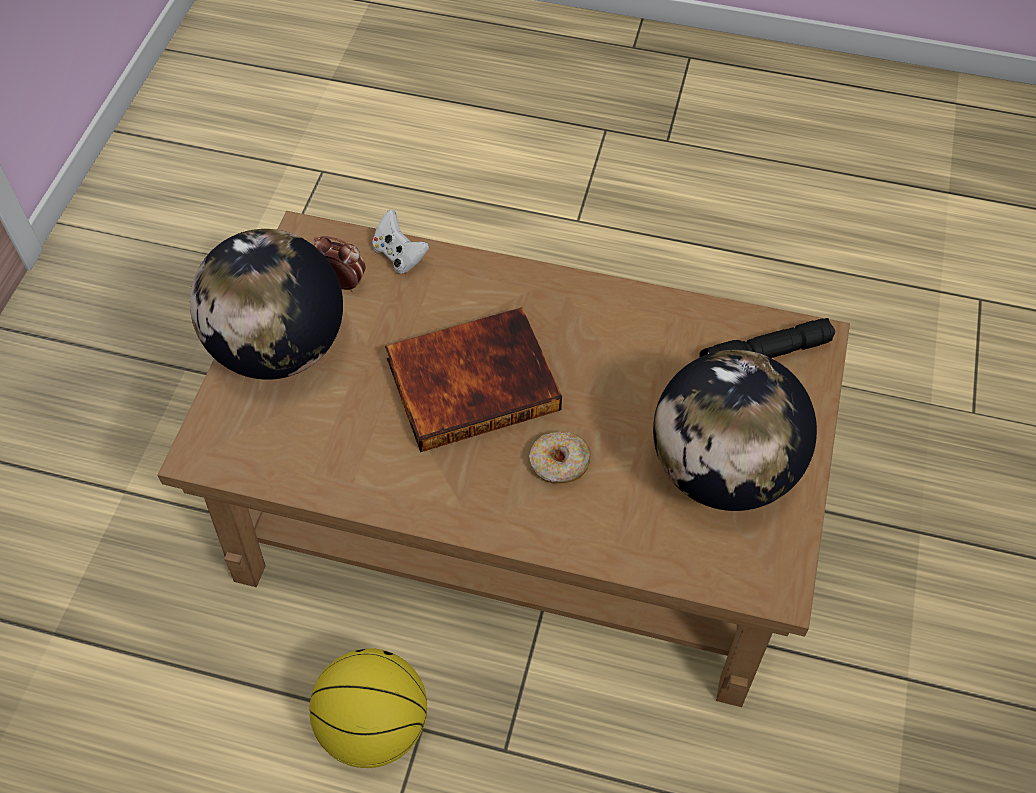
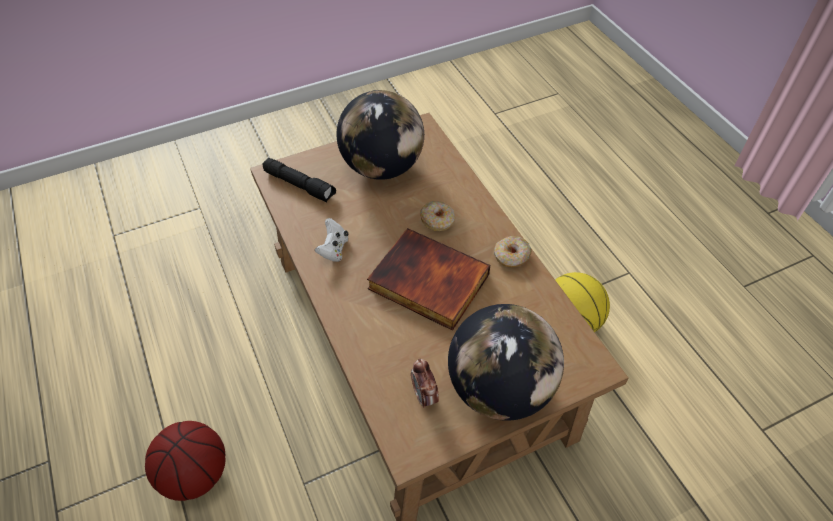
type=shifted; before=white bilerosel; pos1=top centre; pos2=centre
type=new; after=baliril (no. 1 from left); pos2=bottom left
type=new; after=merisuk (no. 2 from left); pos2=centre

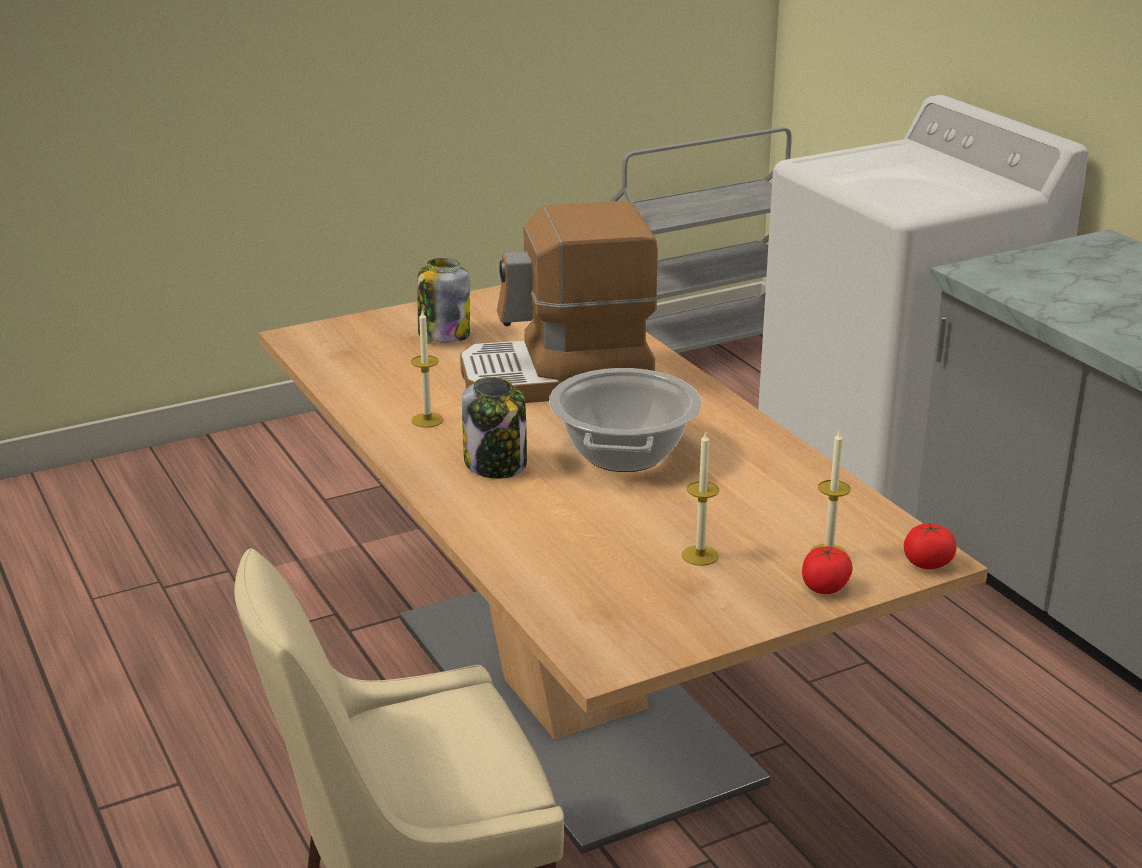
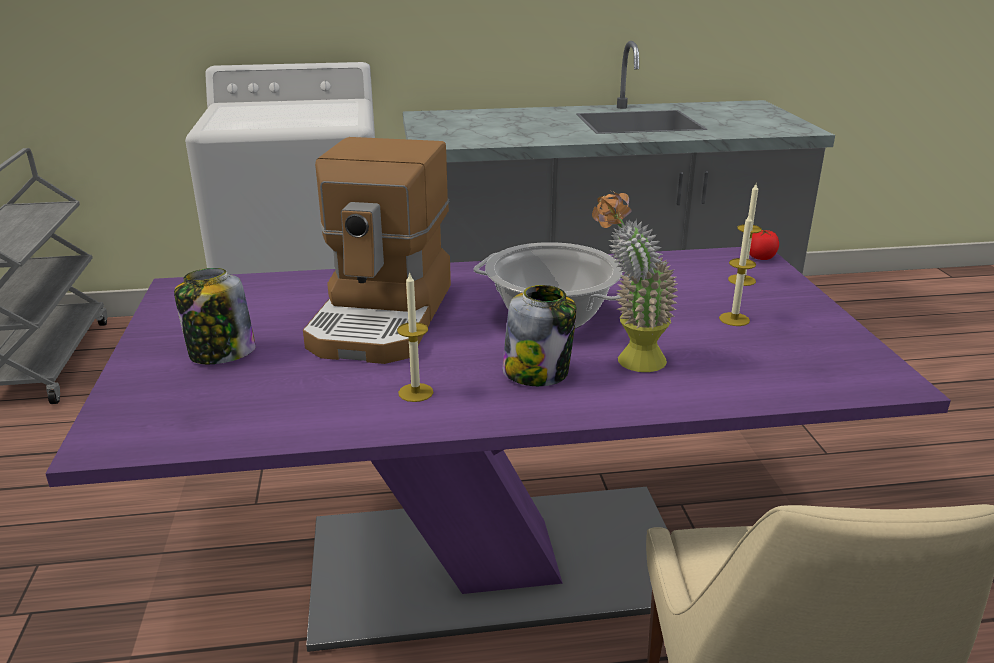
type=repainted; before=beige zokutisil; after=purple zokutisil; pos1=centre; pos2=bottom centre
type=gone; before=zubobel (no. 1 from left); pos1=middle right
type=new; after=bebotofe; pos2=centre

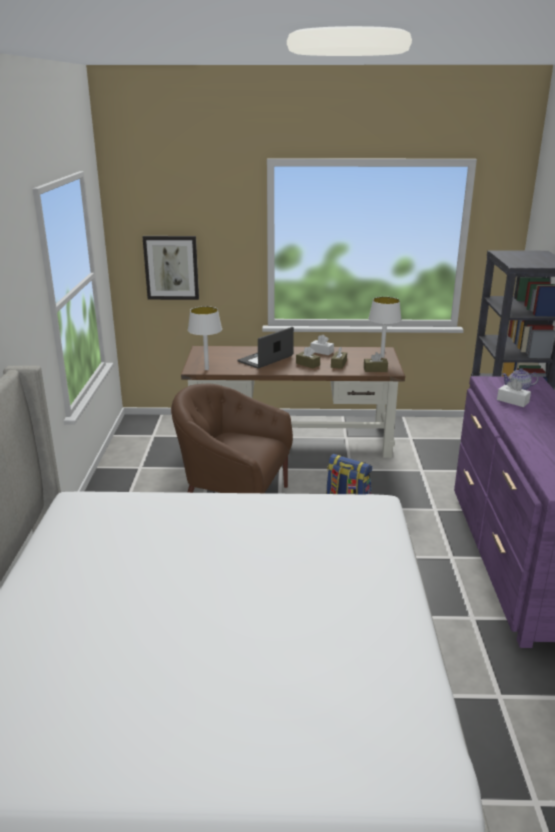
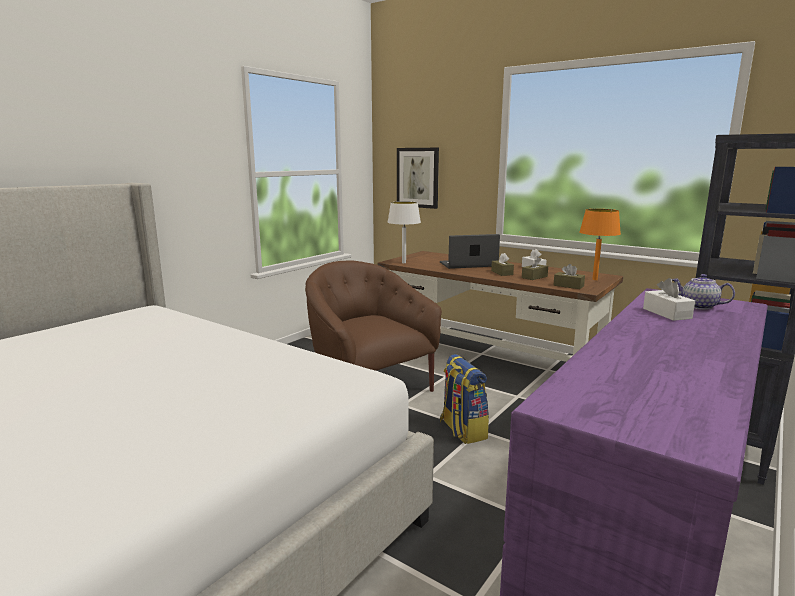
type=repainted; before=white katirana (no. 2 from left); after=orange katirana; pos1=middle right; pos2=middle right

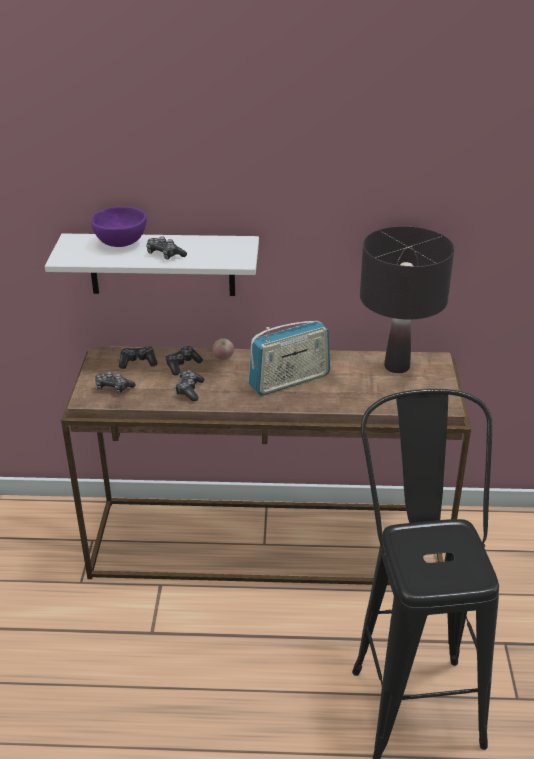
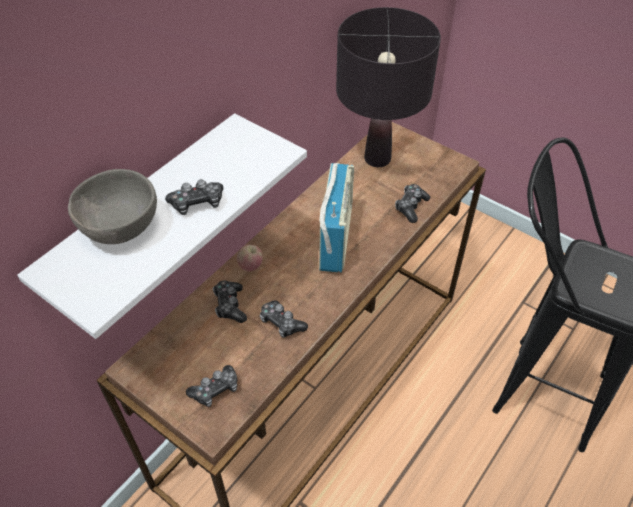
type=repainted; before=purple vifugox; after=grey vifugox; pos1=top left; pos2=middle left
type=shifted; before=bilerosel (no. 2 from left in the first image); after=bilerosel (no. 5 from left); pos1=middle left; pos2=centre

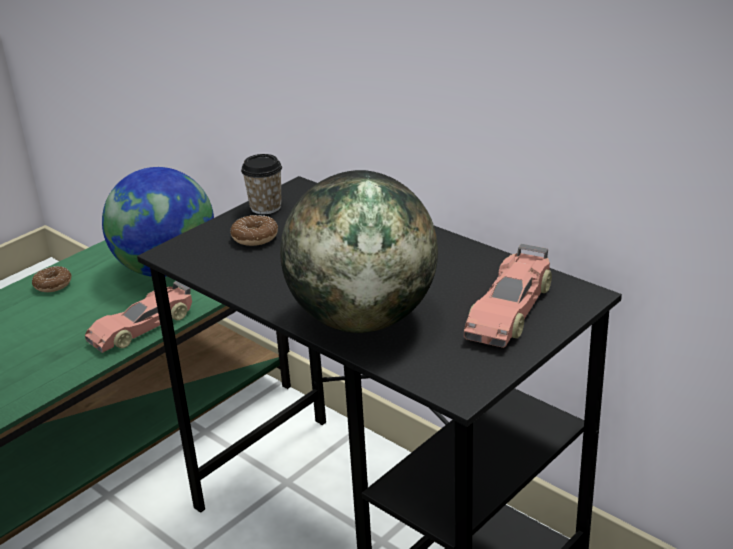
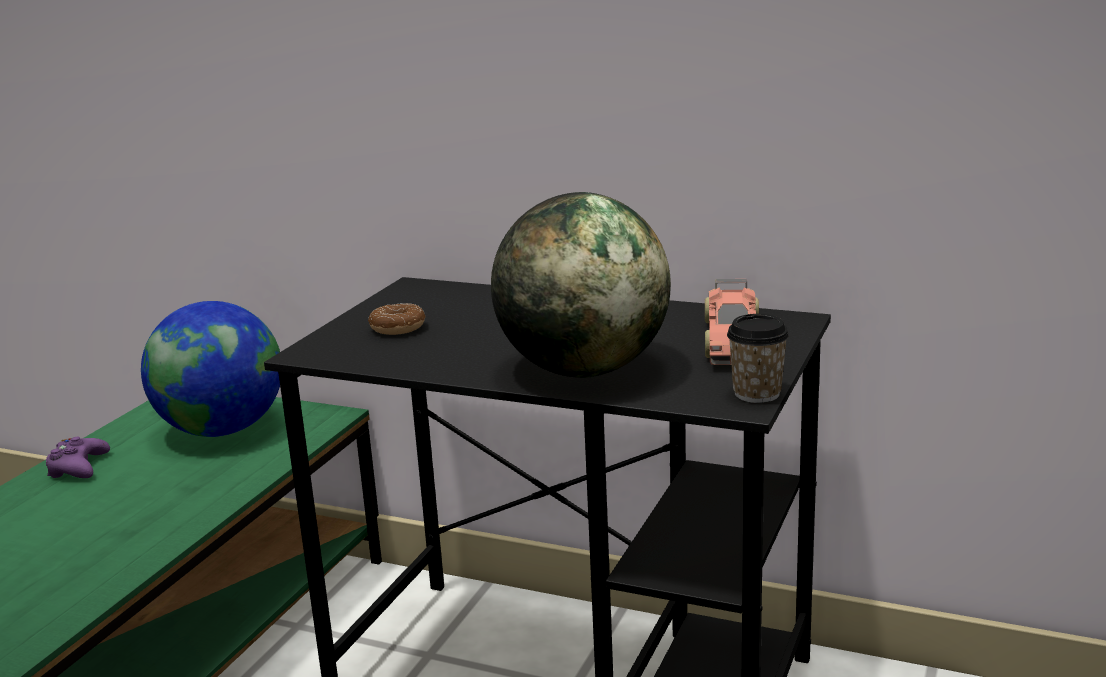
type=swapped; before=merisuk (no. 1 from left); after=purple bilerosel; pos1=middle left; pos2=bottom left
type=gone; before=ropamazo (no. 1 from left); pos1=middle left
type=shifted; before=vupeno; pos1=centre; pos2=middle right

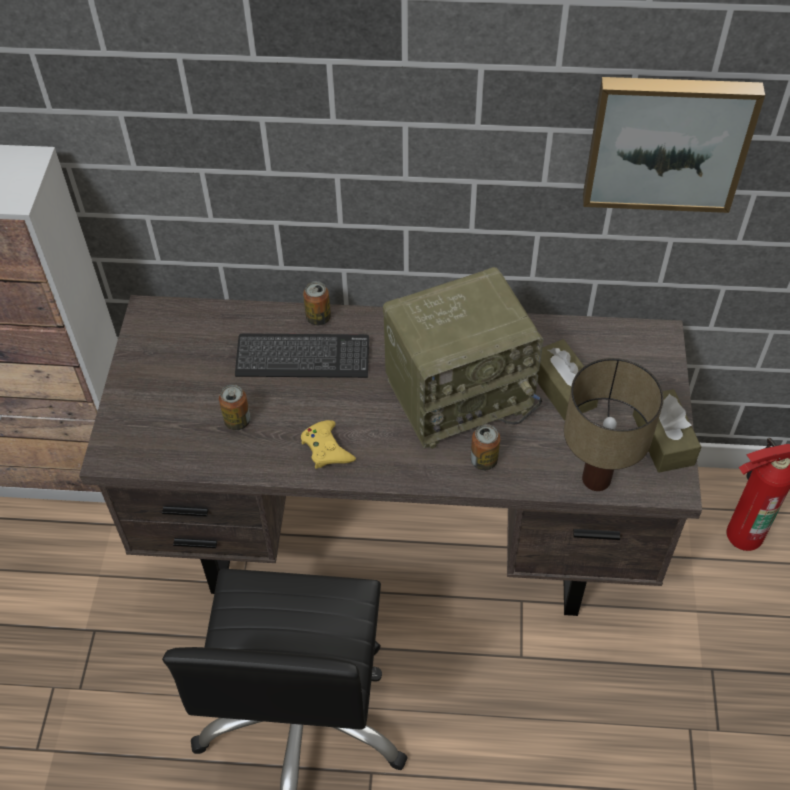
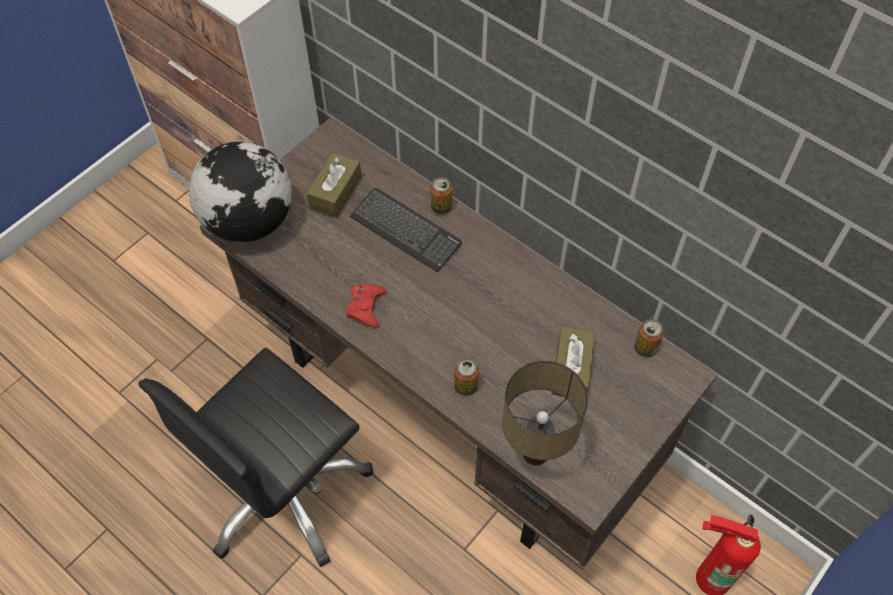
type=shifted; before=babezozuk (no. 1 from left in the first image); after=babezozuk (no. 3 from left); pos1=middle left; pos2=middle right
type=repainted; before=yellow bilerosel; after=red bilerosel; pos1=centre; pos2=centre
type=gone; before=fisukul; pos1=centre
type=gone; before=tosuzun; pos1=top right
type=shifted; before=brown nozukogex (no. 2 from left in the first image); after=brown nozukogex (no. 1 from left); pos1=middle right; pos2=top centre
type=new; after=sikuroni; pos2=top left

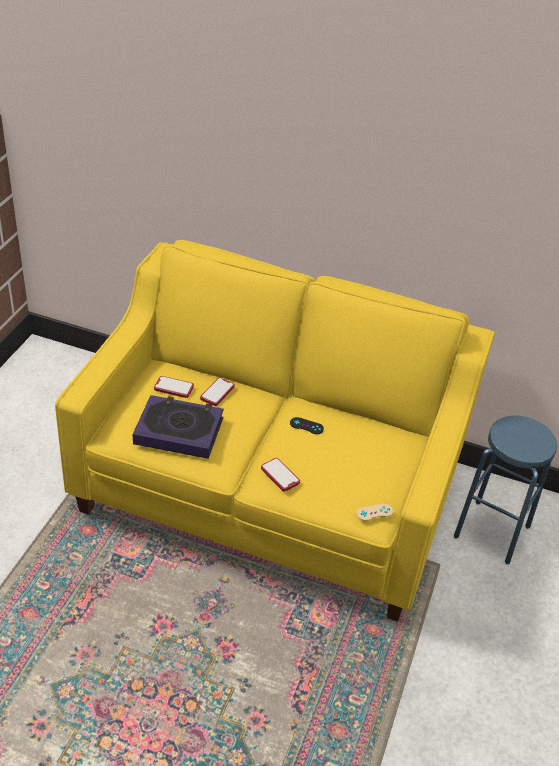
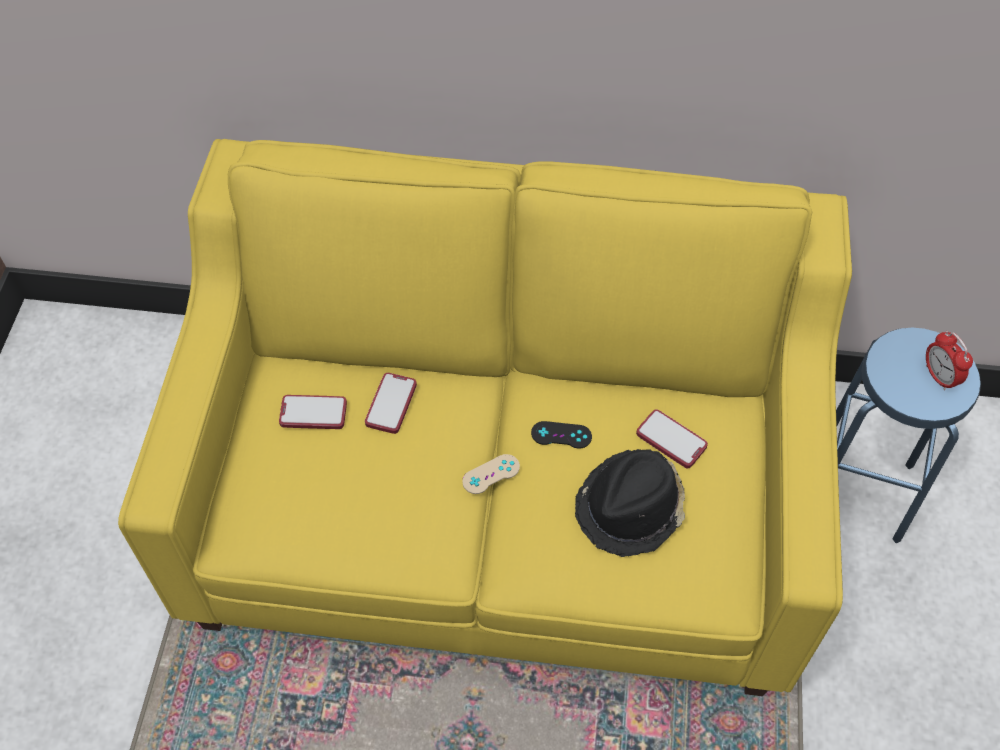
type=gone; before=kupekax; pos1=middle left
type=shifted; before=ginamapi (no. 3 from left); pos1=centre; pos2=middle right
type=shifted; before=beige bilerosel; pos1=bottom right; pos2=centre
type=new; after=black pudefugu; pos2=bottom centre
type=new; after=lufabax; pos2=middle right

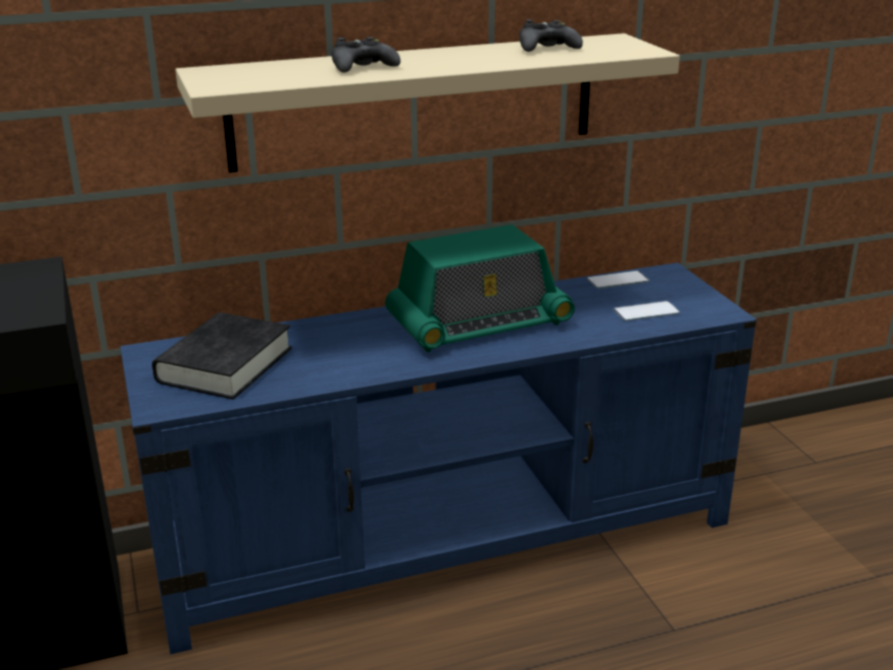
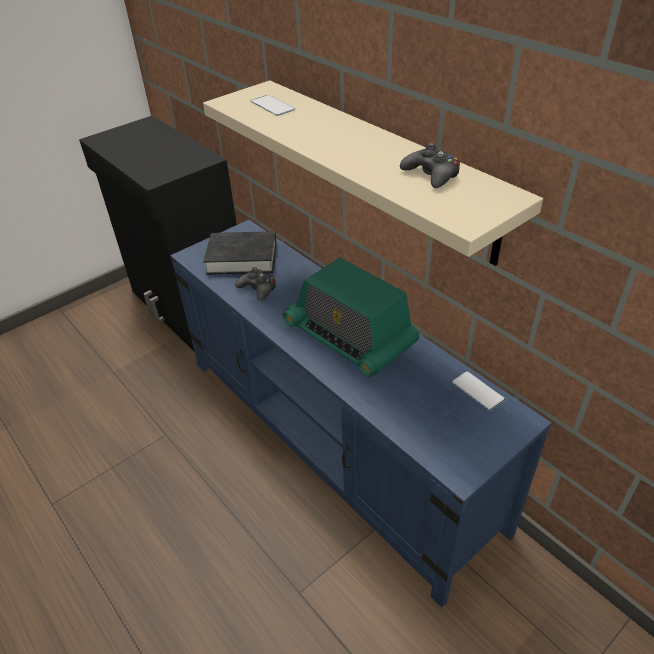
type=shifted; before=black bilerosel (no. 1 from left); pos1=top centre; pos2=centre
type=shifted; before=ginamapi (no. 2 from left in the first image); after=ginamapi (no. 1 from left); pos1=middle right; pos2=top centre

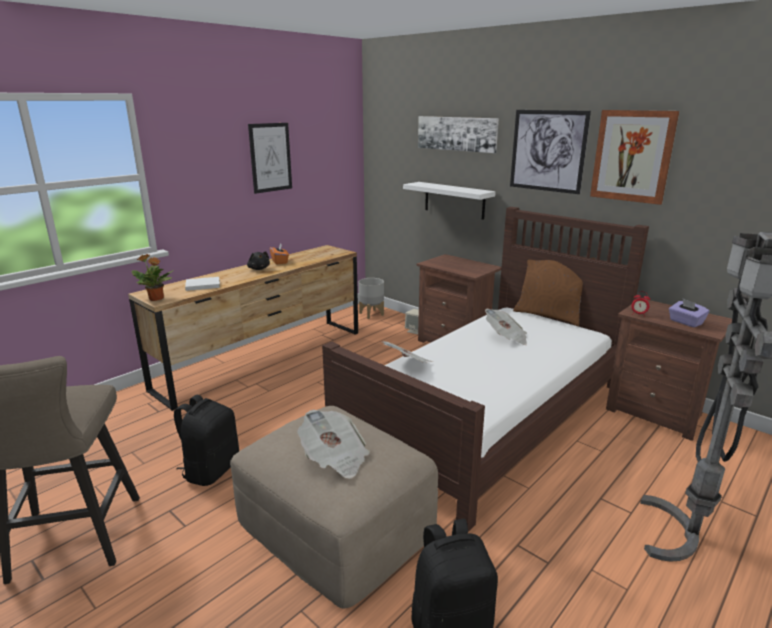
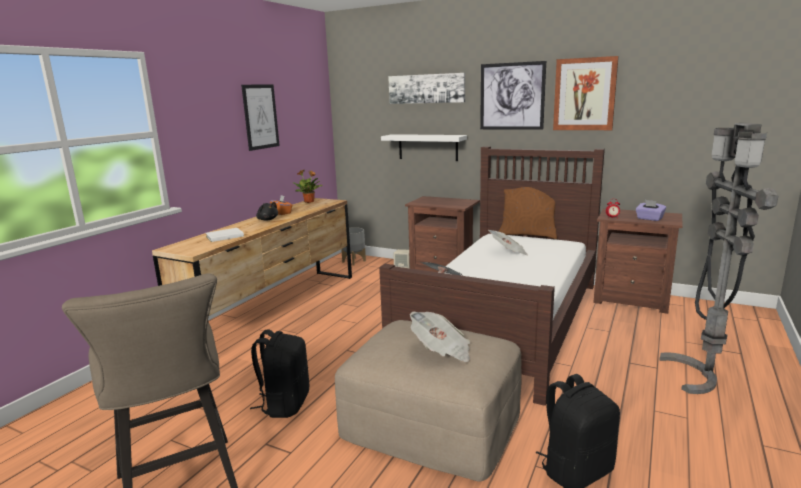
type=shifted; before=bebotofe; pos1=middle left; pos2=centre

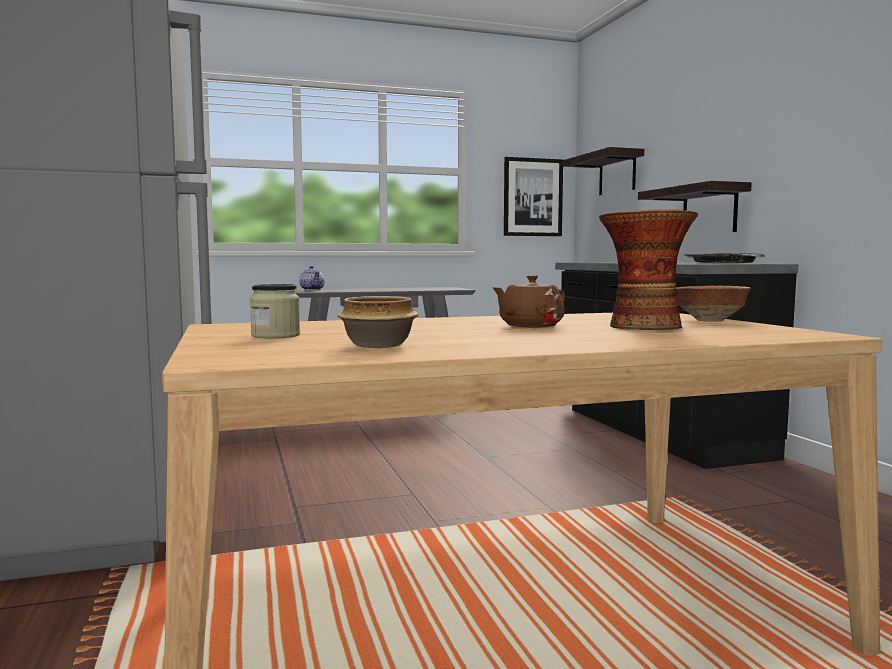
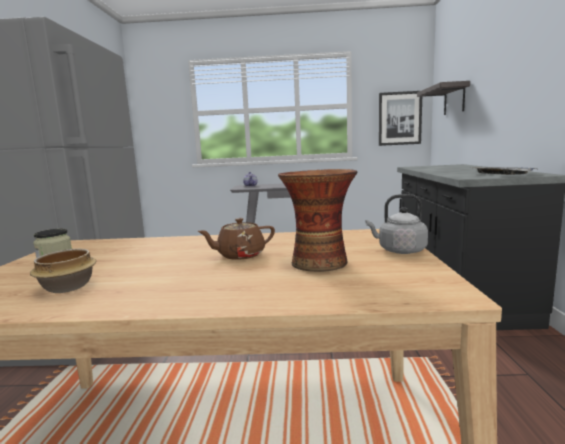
type=gone; before=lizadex (no. 2 from left); pos1=top right
type=swapped; before=vifugox (no. 2 from left); after=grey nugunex; pos1=middle right; pos2=middle right

